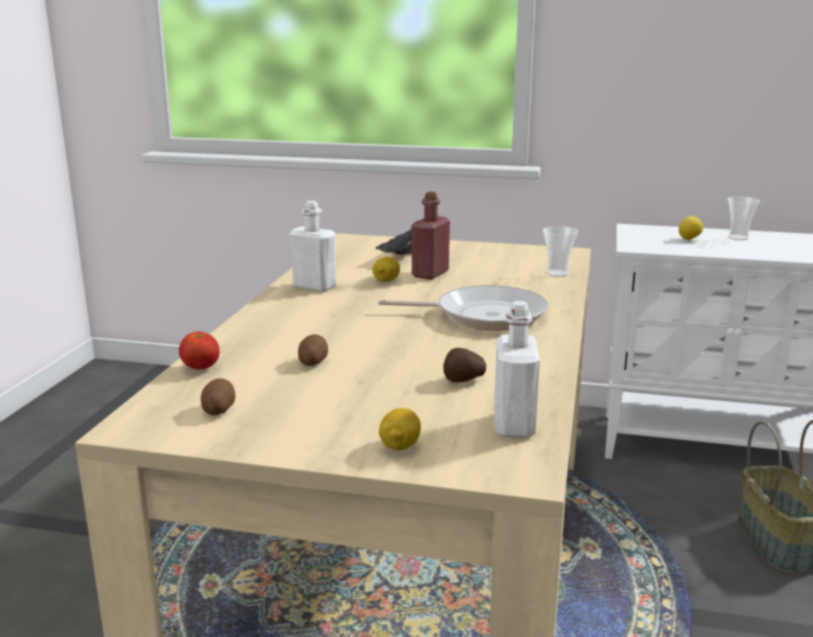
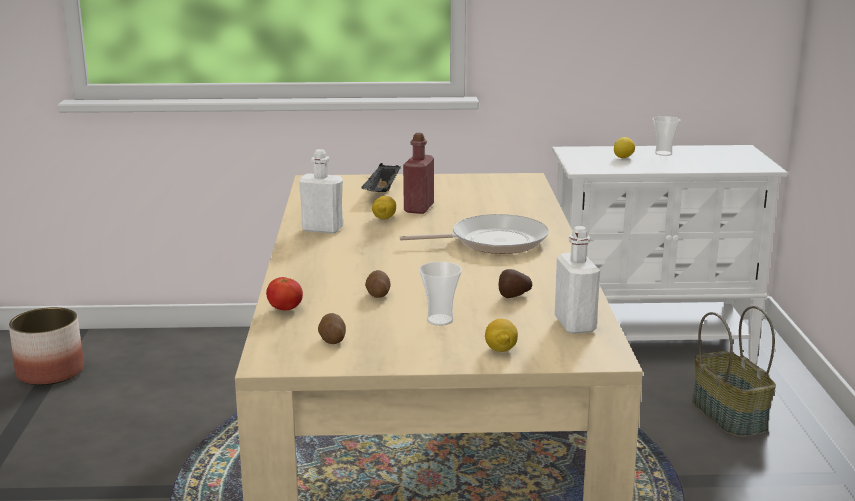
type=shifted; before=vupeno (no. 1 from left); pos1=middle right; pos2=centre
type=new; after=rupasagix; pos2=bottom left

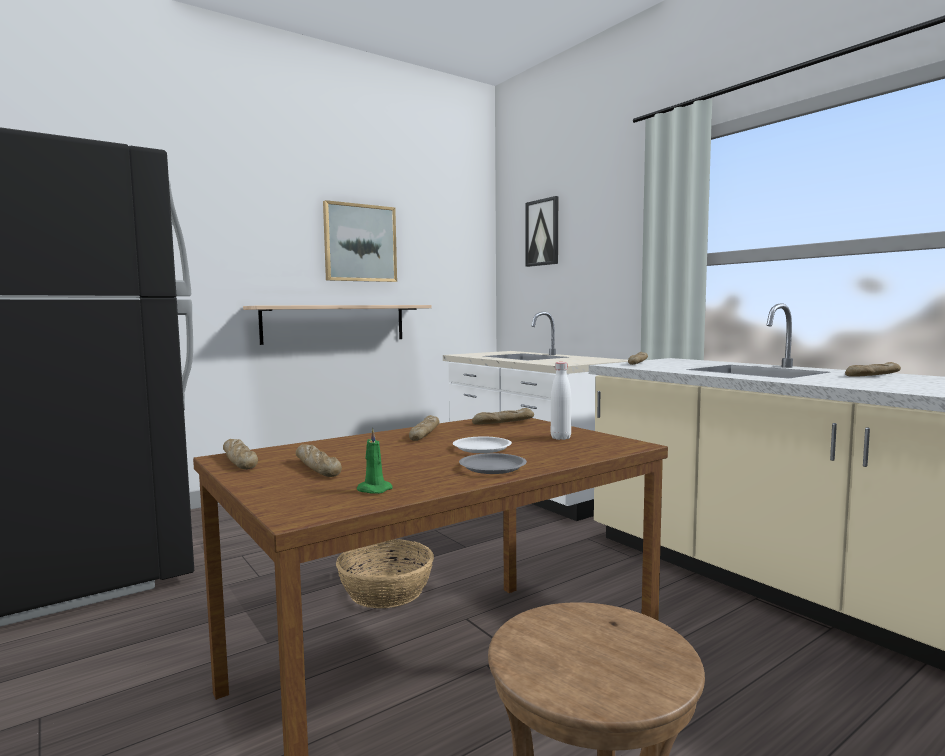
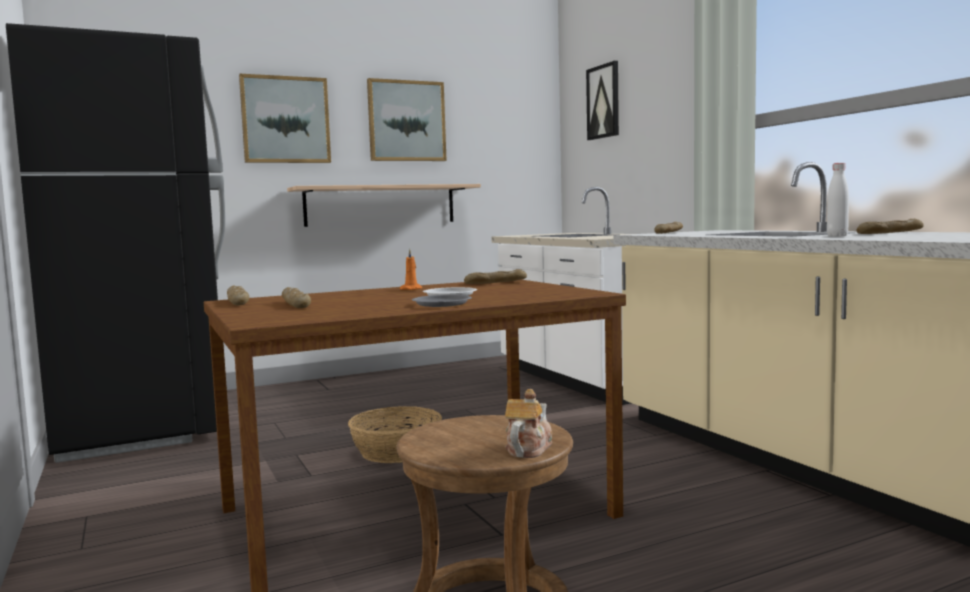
type=gone; before=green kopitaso; pos1=centre
type=swapped; before=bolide (no. 3 from left); after=orange kopitaso; pos1=centre; pos2=centre
type=shifted; before=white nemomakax; pos1=centre; pos2=middle right
type=new; after=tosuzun (no. 1 from left); pos2=top left
type=new; after=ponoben; pos2=bottom centre

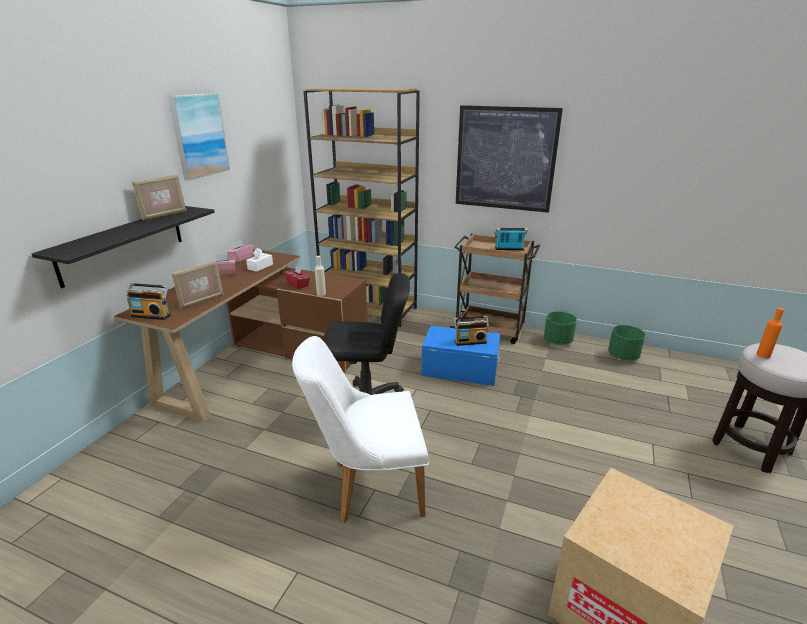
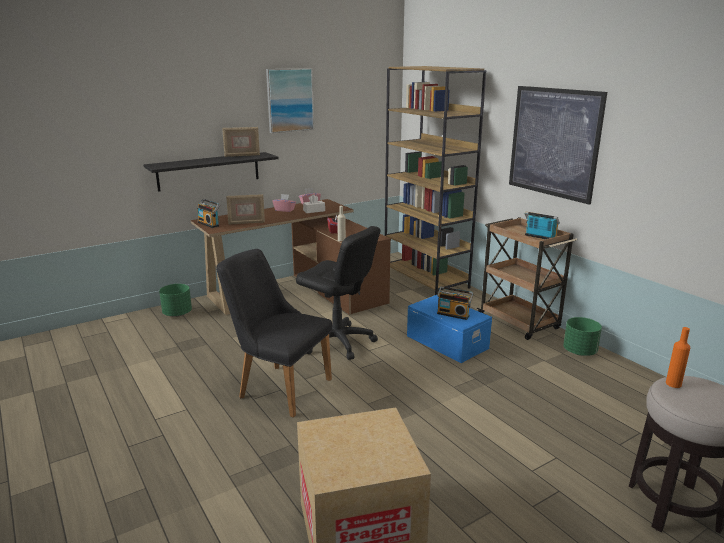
type=repainted; before=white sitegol; after=black sitegol; pos1=bottom centre; pos2=centre
type=shifted; before=green rupasagix (no. 2 from left in the first image); after=green rupasagix (no. 1 from left); pos1=middle right; pos2=middle left

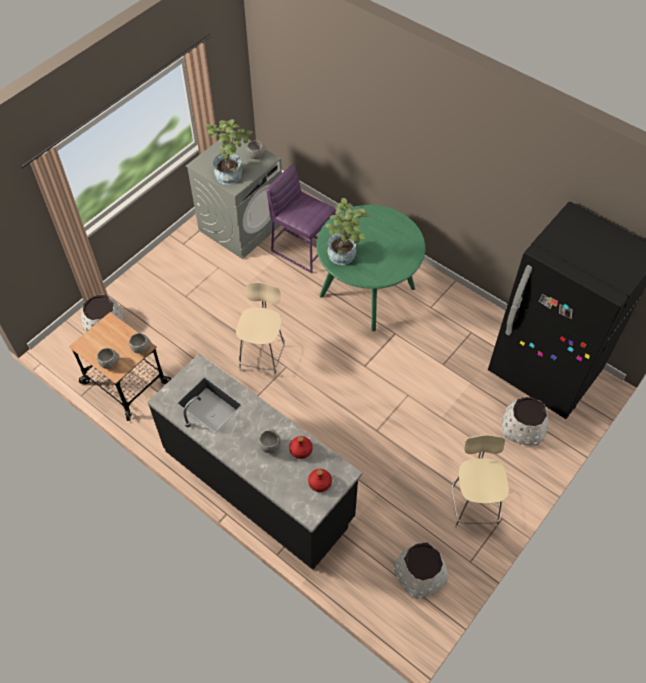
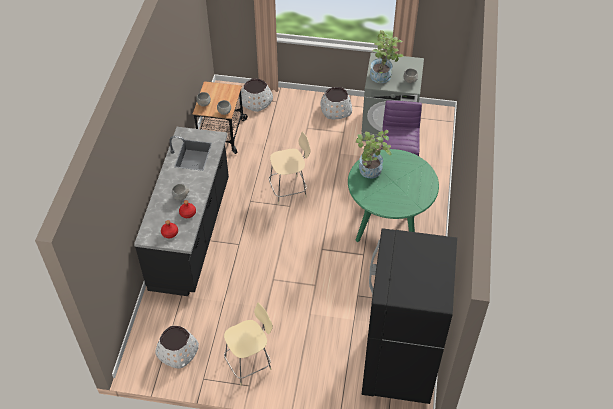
type=shifted; before=white rupasagix (no. 3 from left); pos1=middle right; pos2=top centre

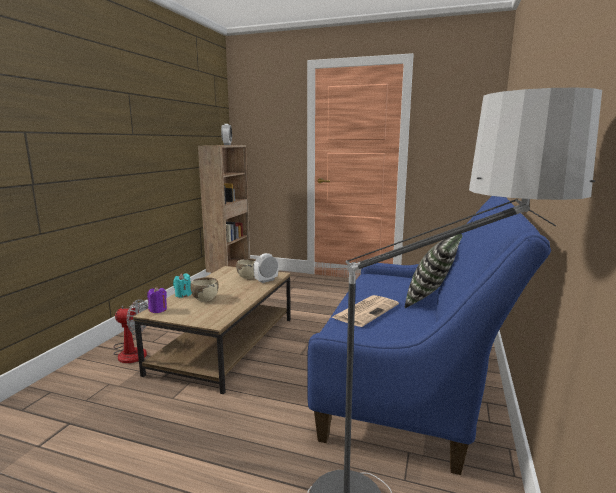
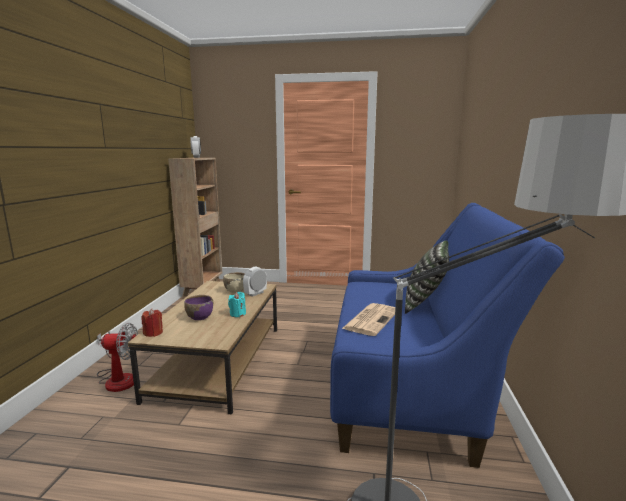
type=repainted; before=purple kopitaso; after=red kopitaso; pos1=middle left; pos2=middle left
type=shifted; before=turquoise kopitaso; pos1=middle left; pos2=centre
type=repainted; before=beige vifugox (no. 1 from left); after=purple vifugox; pos1=middle left; pos2=middle left

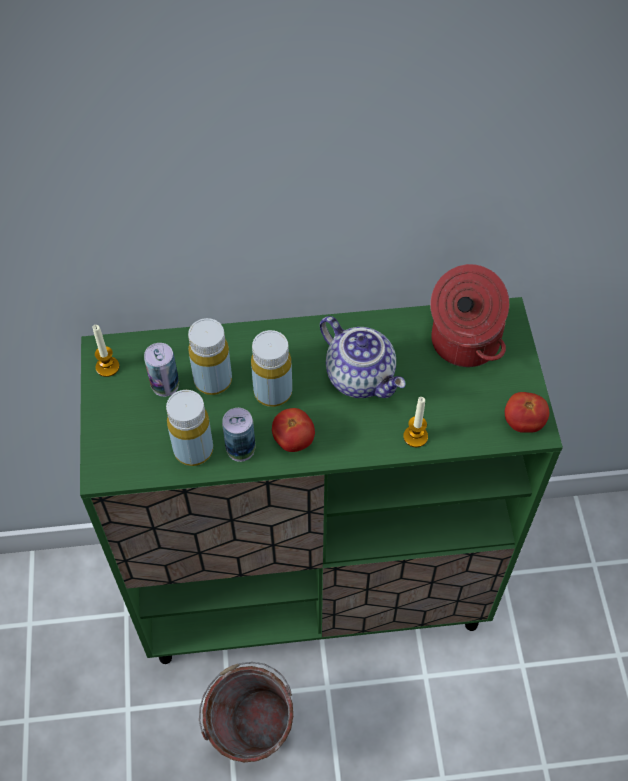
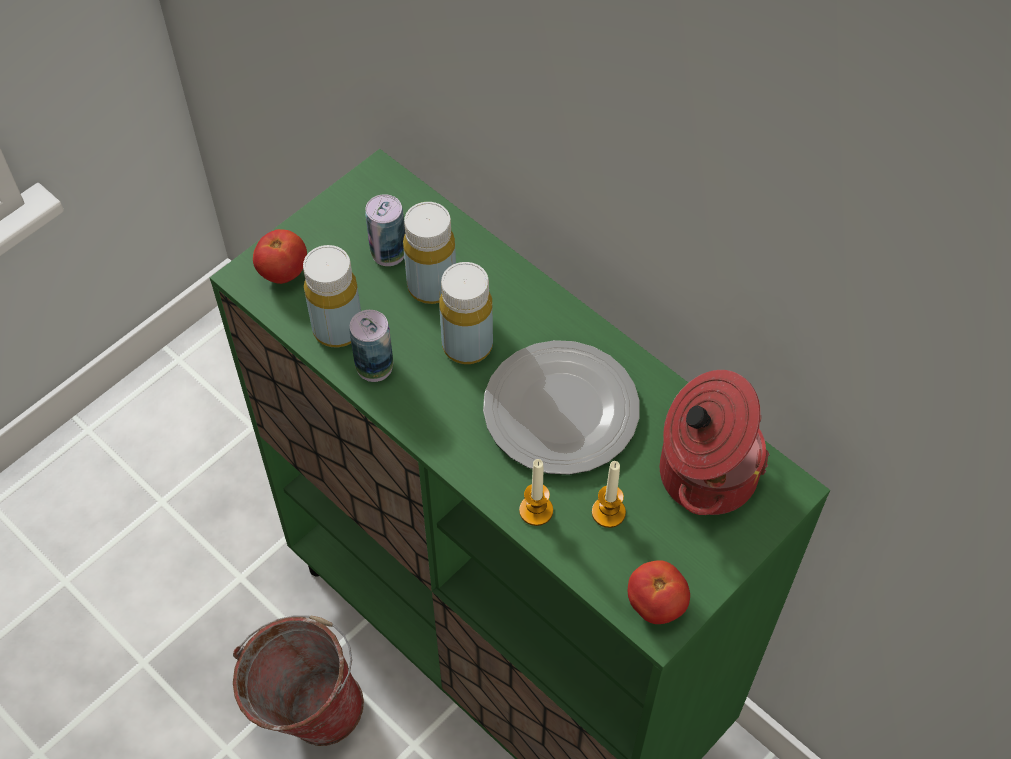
type=shifted; before=kopitaso (no. 1 from left in the first image); after=kopitaso (no. 2 from left); pos1=middle left; pos2=centre
type=shifted; before=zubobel (no. 1 from left); pos1=centre; pos2=middle left
type=swapped; before=ponoben; after=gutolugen; pos1=centre; pos2=centre

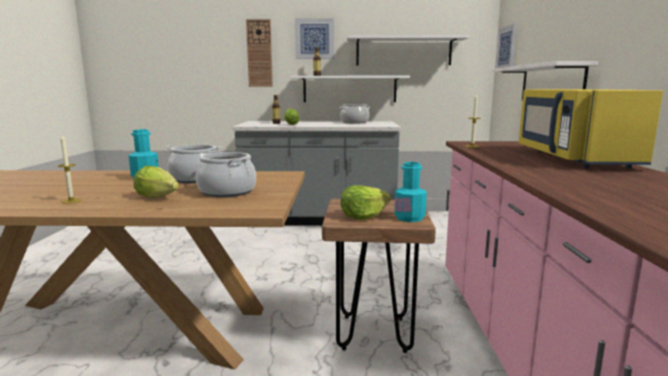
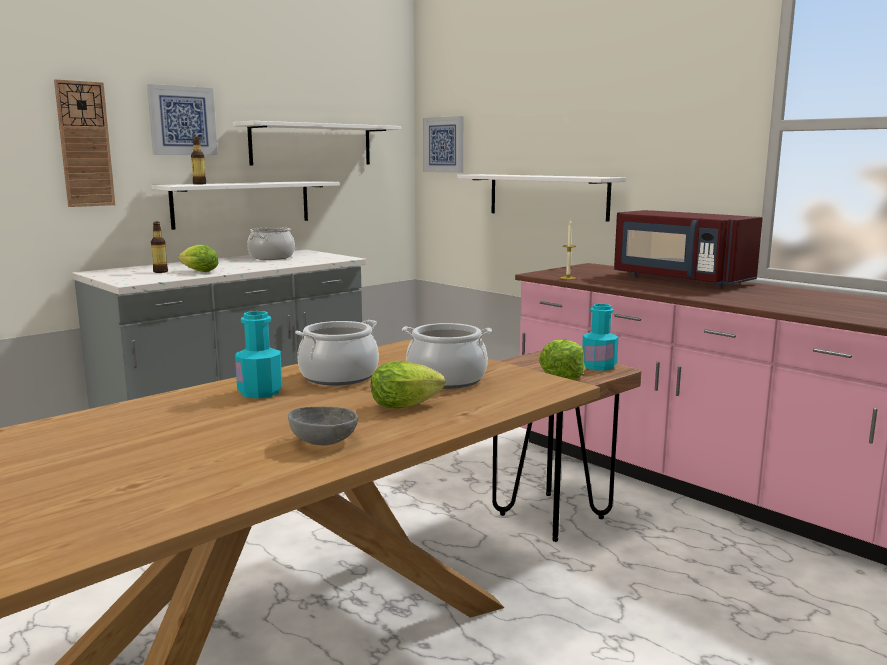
type=swapped; before=kopitaso (no. 1 from left); after=grey vifugox; pos1=middle left; pos2=centre
type=repainted; before=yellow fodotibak; after=red fodotibak; pos1=middle right; pos2=middle right

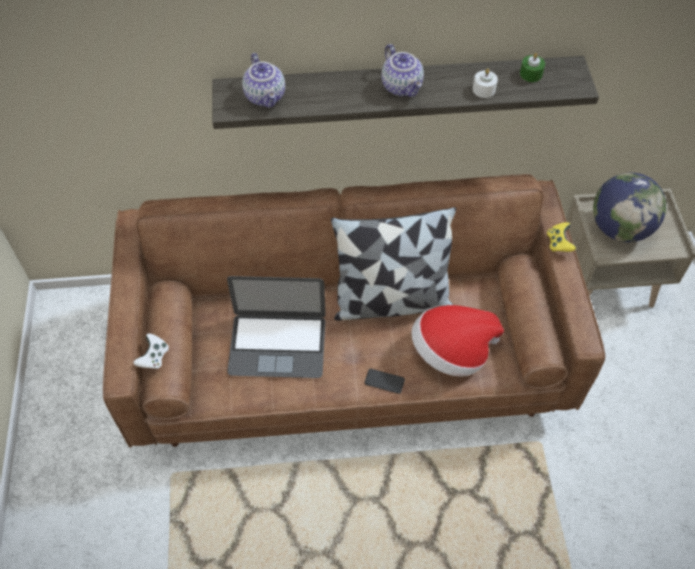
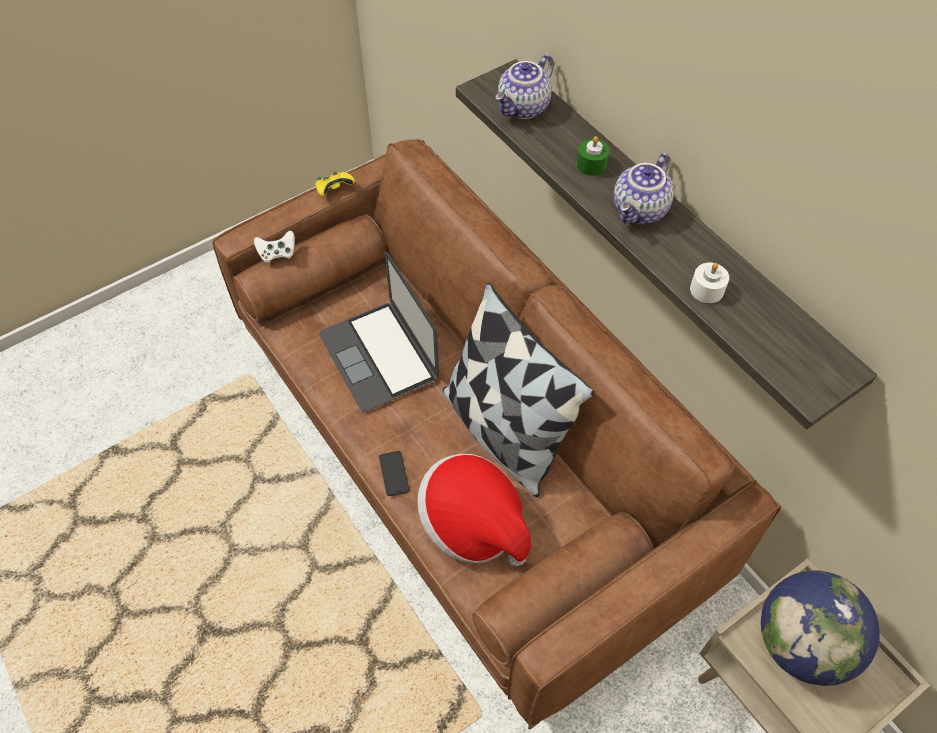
type=shifted; before=green kopitaso; pos1=top right; pos2=top centre
type=shifted; before=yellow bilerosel; pos1=middle right; pos2=top centre

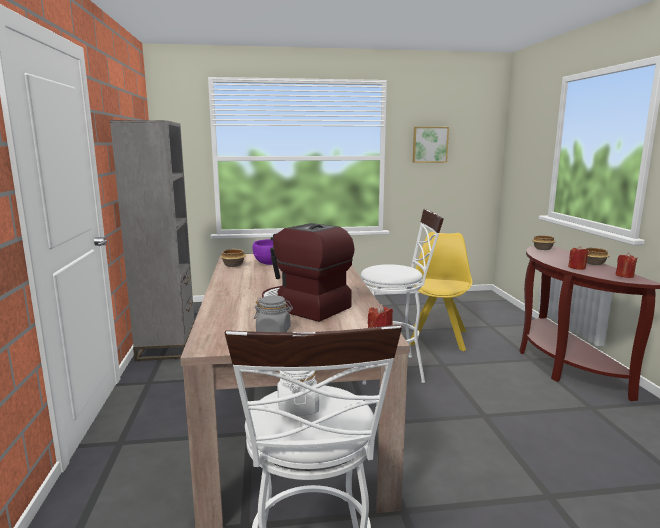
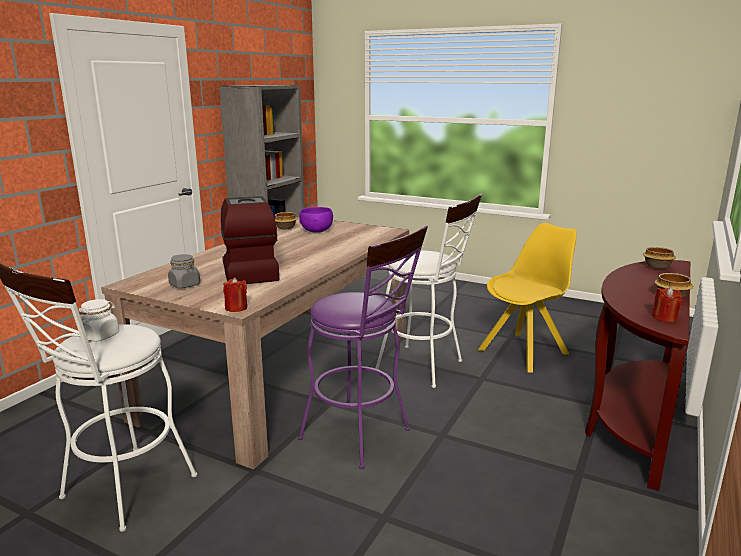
type=gone; before=tosuzun; pos1=top centre
type=gone; before=red kopitaso (no. 2 from left); pos1=middle right
type=new; after=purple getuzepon; pos2=centre

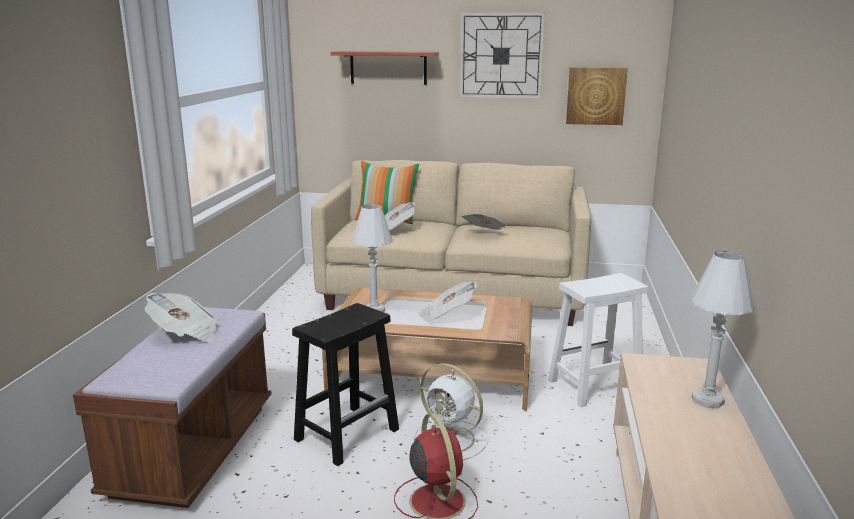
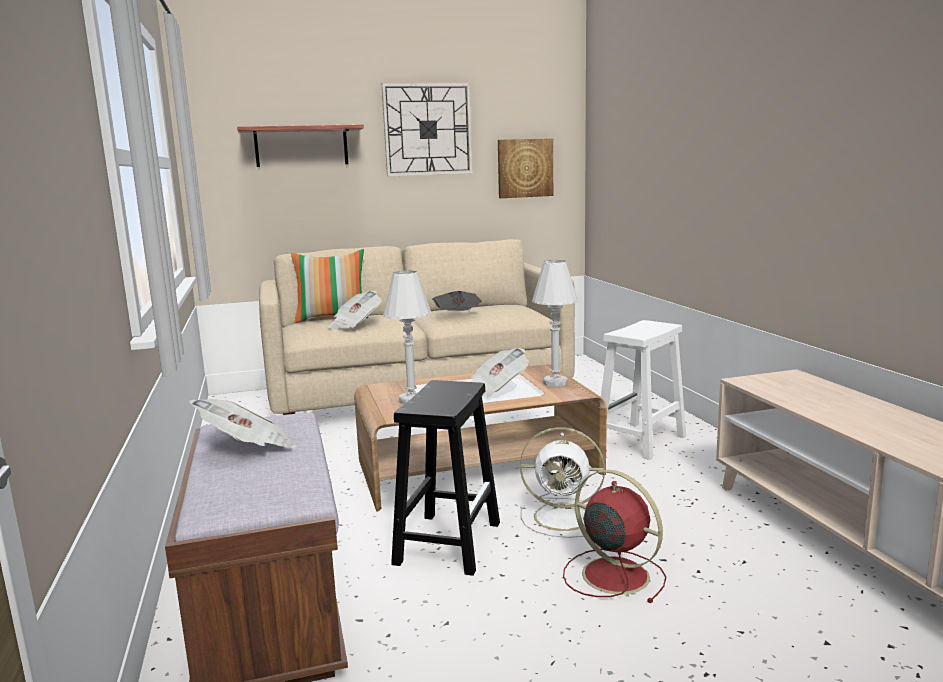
type=shifted; before=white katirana (no. 2 from left); pos1=middle right; pos2=centre

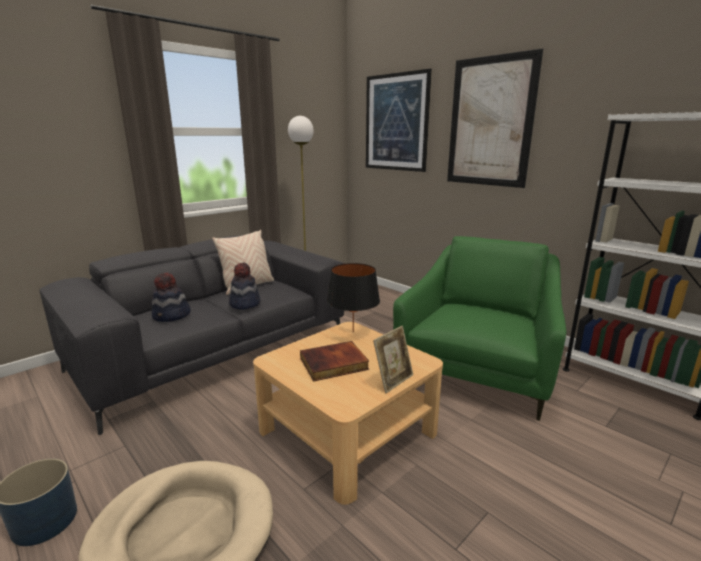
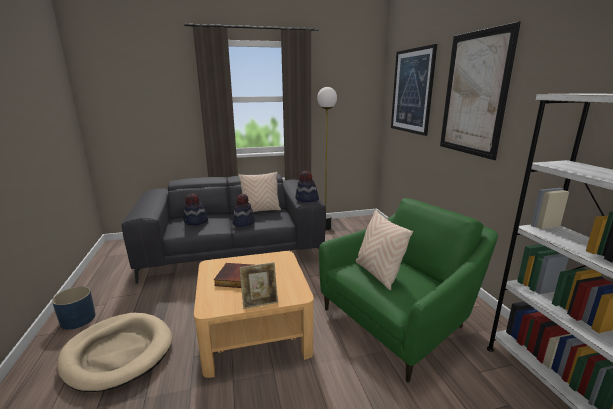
type=gone; before=black katirana; pos1=centre
type=new; after=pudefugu (no. 3 from left); pos2=centre
type=new; after=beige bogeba (no. 2 from left); pos2=centre

